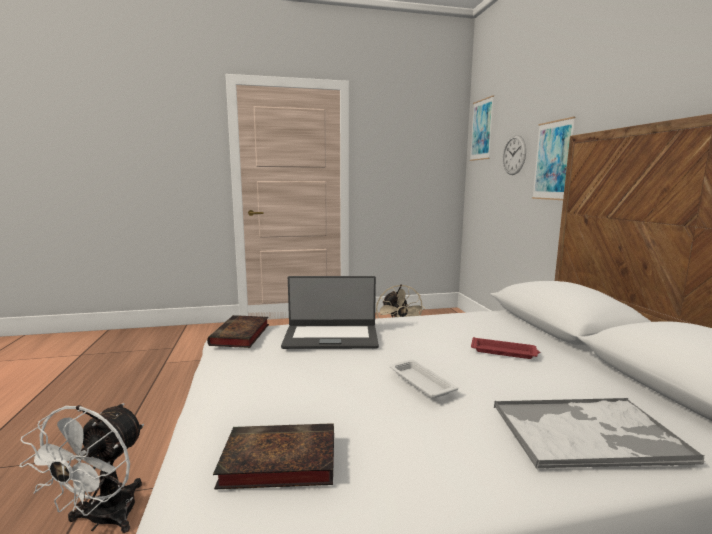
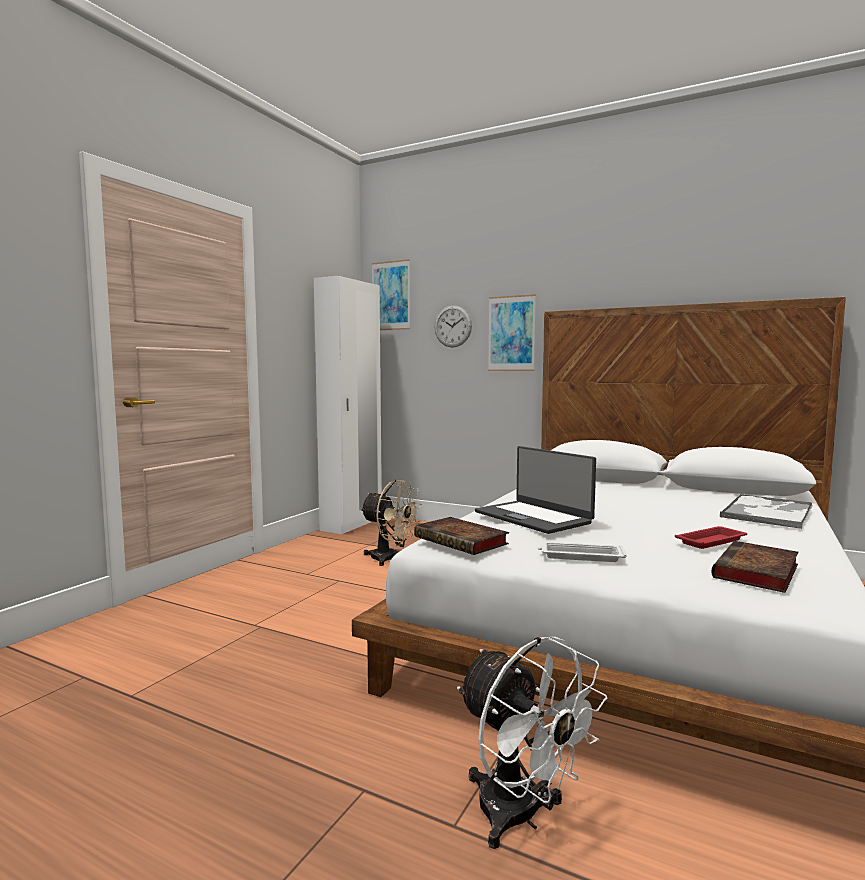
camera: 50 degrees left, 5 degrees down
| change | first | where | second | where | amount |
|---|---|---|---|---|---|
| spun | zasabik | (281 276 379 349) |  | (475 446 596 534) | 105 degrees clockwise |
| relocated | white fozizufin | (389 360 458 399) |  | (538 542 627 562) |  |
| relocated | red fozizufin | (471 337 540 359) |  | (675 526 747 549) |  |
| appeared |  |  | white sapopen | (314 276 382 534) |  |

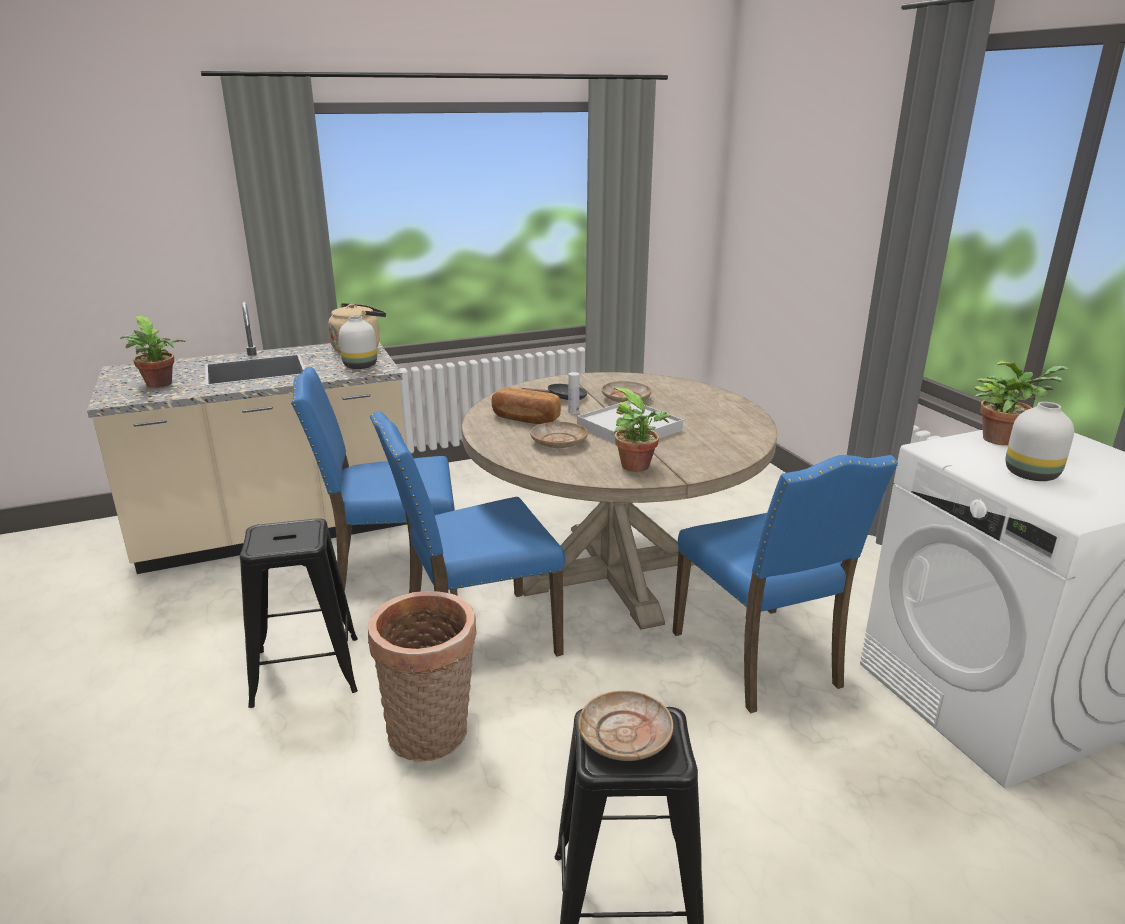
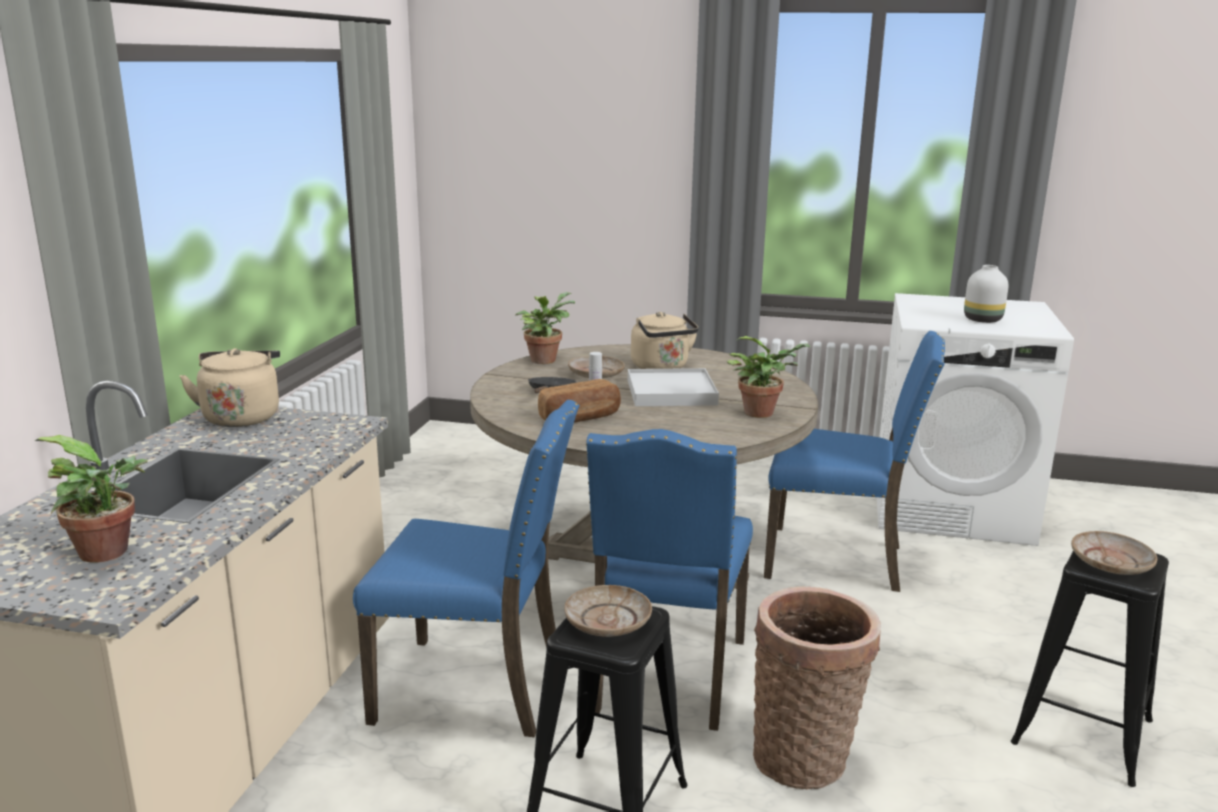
camera: 55 degrees left, 5 degrees down
| change | first | where | second | where | amount |
|---|---|---|---|---|---|
| spun | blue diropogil | (291 367 458 596) |  | (353 400 580 737) | 105 degrees counterclockwise |
| missing | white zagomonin | (339 316 377 369) |  |  |  |
| relocated | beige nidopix | (530 422 588 448) |  | (564 585 652 637) |  |
| relocated | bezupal | (974 360 1070 445) |  | (515 292 575 364) |  |
| appeared |  |  | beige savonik | (631 312 698 369) |  |

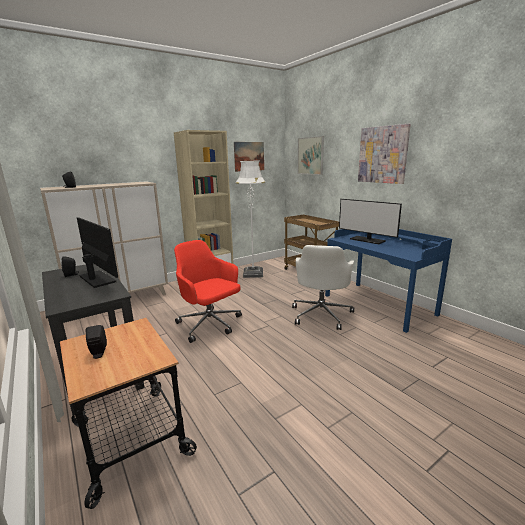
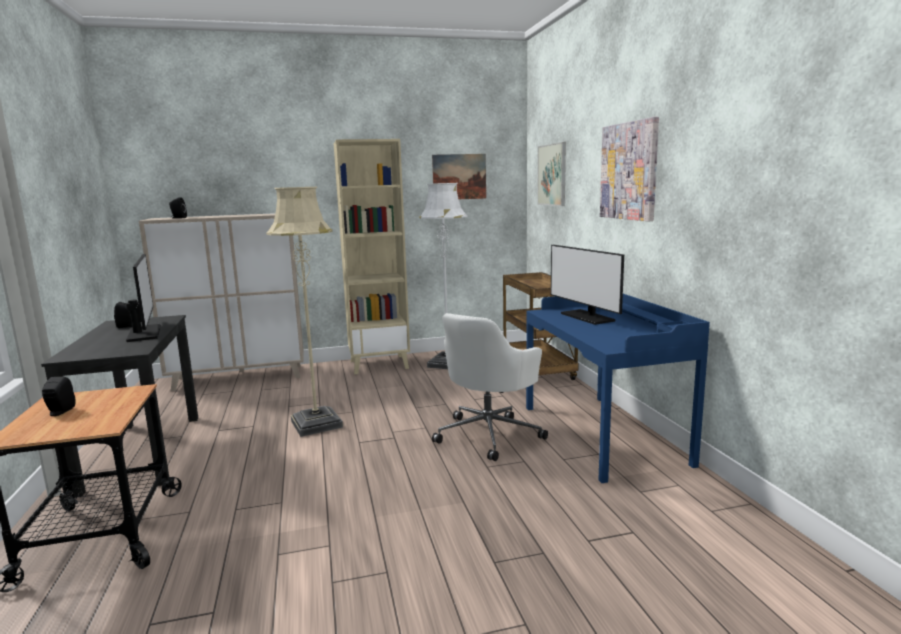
camera: 20 degrees right, 5 degrees down
| change | first | where | second | where | amount |
|---|---|---|---|---|---|
| exchanged | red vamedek | (174 240 242 343) | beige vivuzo | (266 187 343 437) |  |

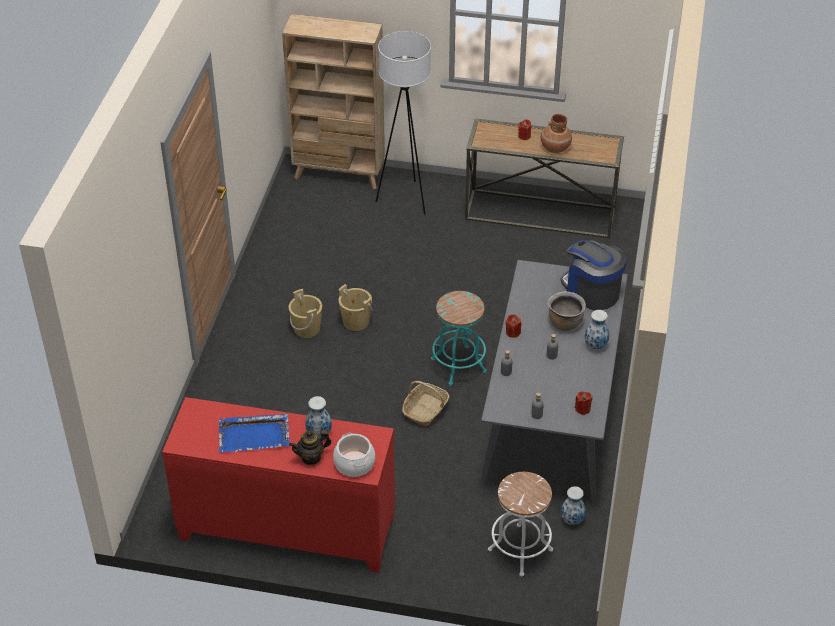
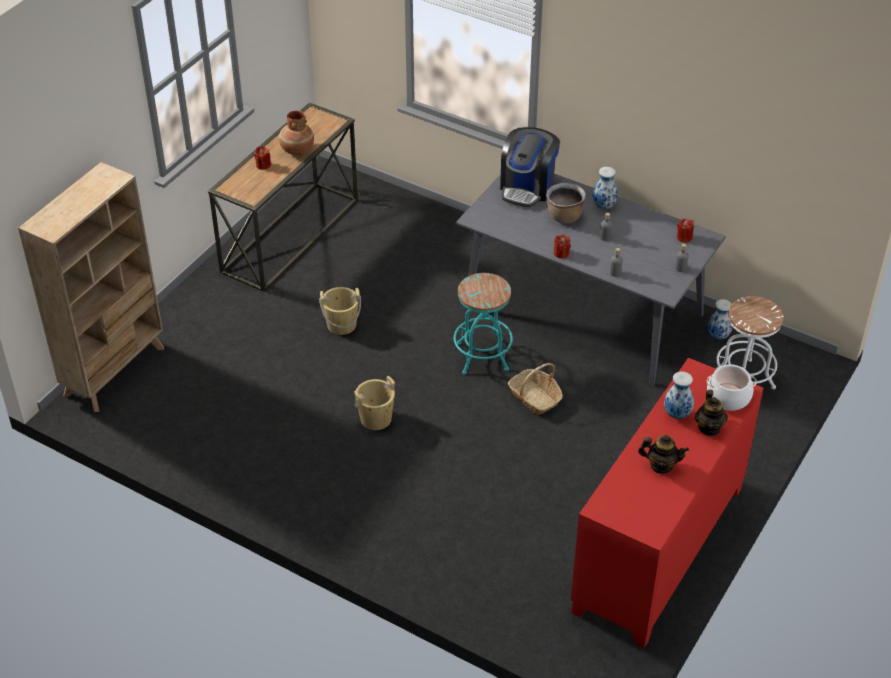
camera: 70 degrees left, 0 degrees up
| change | first | where | second | where | amount |
|---|---|---|---|---|---|
| exchanged | blue fozizufin | (219 414 290 453) | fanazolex | (638 435 689 474) |  |
| relocated | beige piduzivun | (289 289 322 338) |  | (319 287 361 335) |  |
| missing | white vivuzo | (375 31 431 215) |  |  |  |
| spun | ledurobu | (560 240 627 310) |  | (500 127 560 207) | 45 degrees counterclockwise |

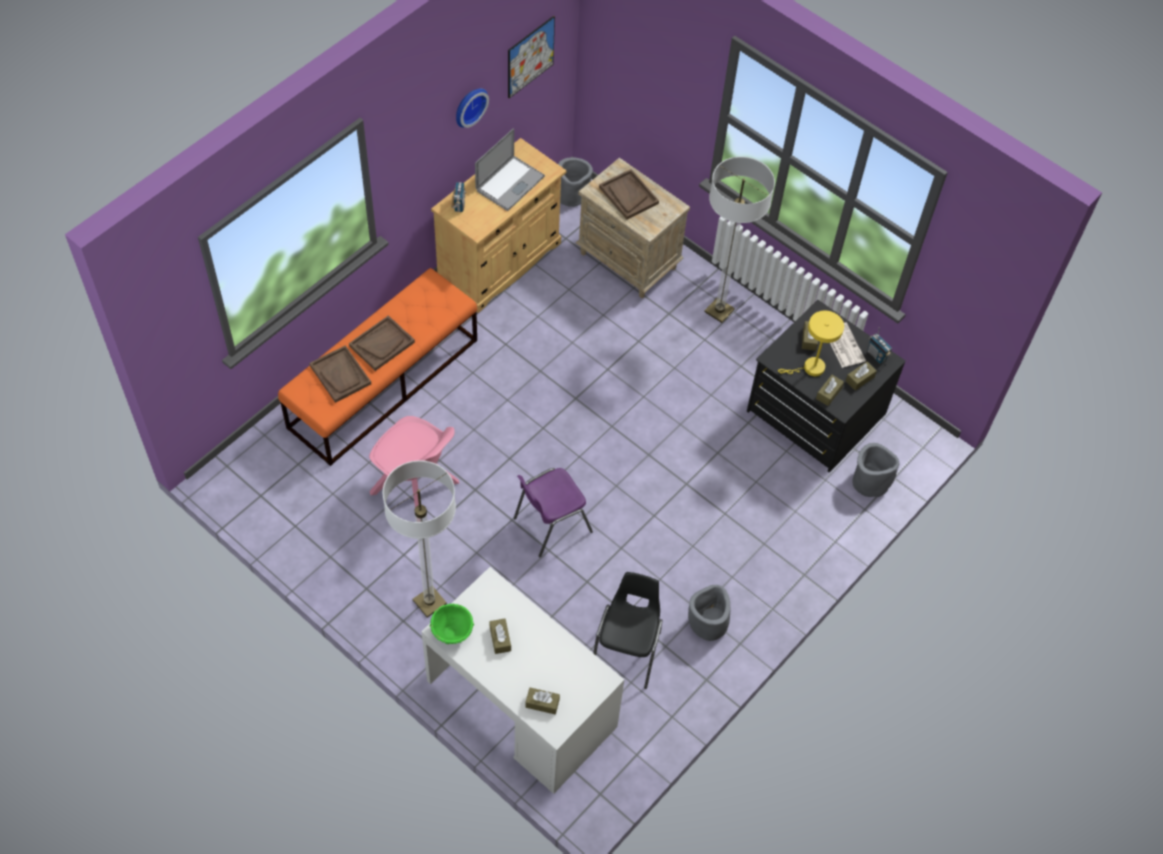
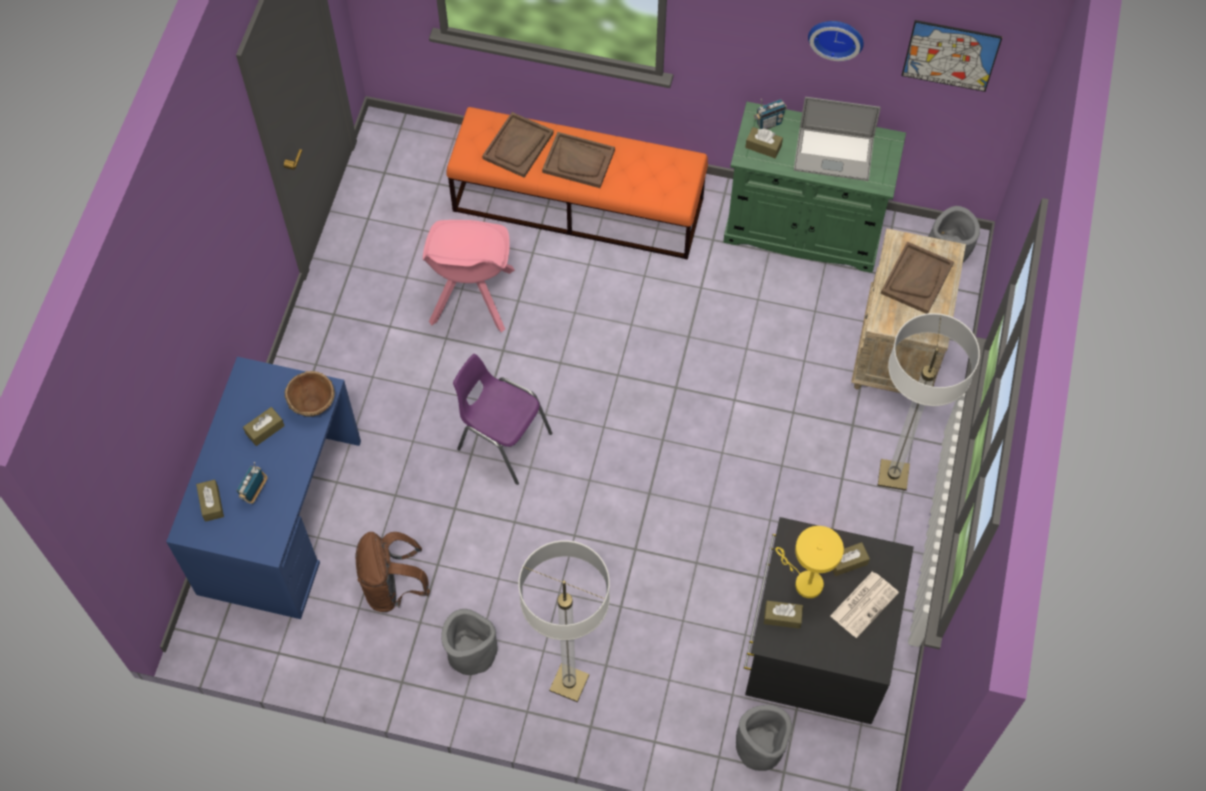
camera: 65 degrees right, 5 degrees up
| change | first | where | second | where | amount |
|---|---|---|---|---|---|
| relocated | vivuzo | (382 460 456 617) |  | (518 540 610 702) |  |
| colour | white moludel | (421 567 624 794) | blue moludel | (166 357 361 619) |  |
| missing | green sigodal | (430 604 475 644) |  |  |  |
| colour | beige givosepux | (431 138 567 313) | green givosepux | (723 102 906 273) |  |
| exchanged | black diropogil | (593 572 663 689) | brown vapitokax | (355 532 430 612) |  |
| relocated | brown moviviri | (846 362 877 390) |  | (745 127 783 158) |  |
| relocated | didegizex | (868 327 892 363) |  | (237 462 267 504) |  |
| appeared |  |  | brown sigodal | (284 371 335 417) |  |

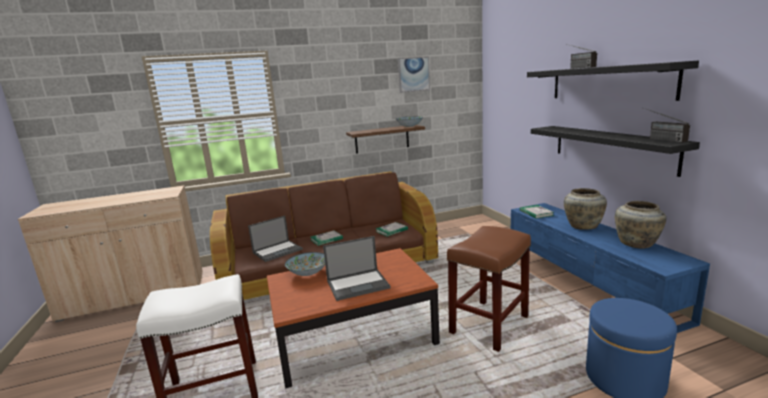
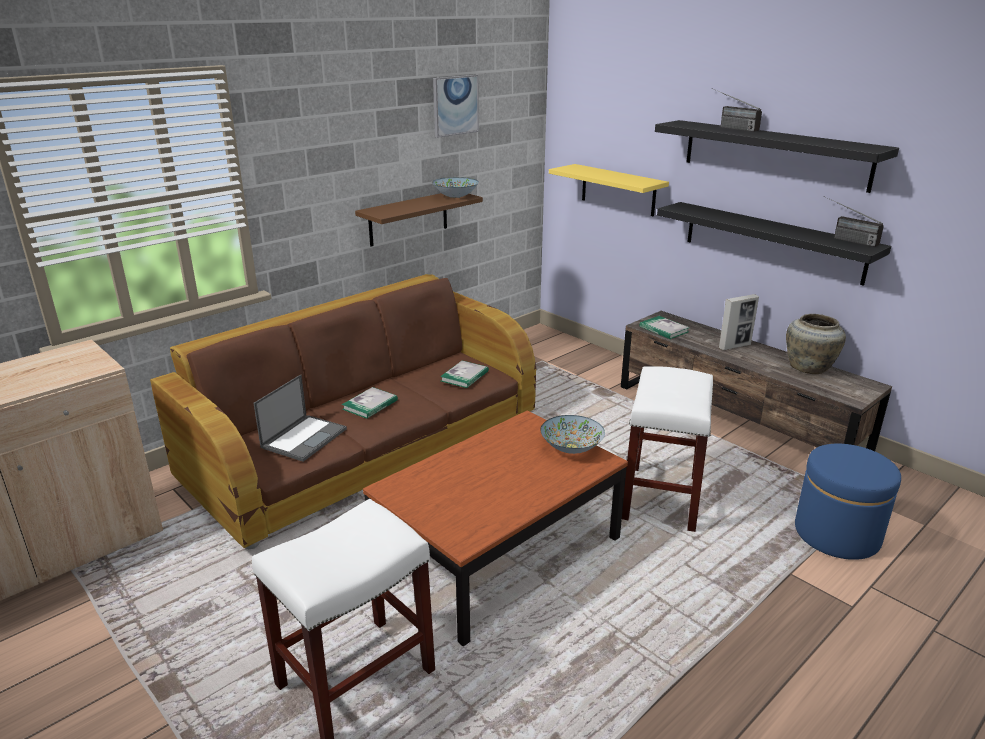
camera: 25 degrees left, 10 degrees up
| change | first | where | second | where | amount |
|---|---|---|---|---|---|
| relocated | sigodal | (285 252 325 276) |  | (540 415 605 454) |  |
| missing | zasabik | (323 236 391 301) |  |  |  |
| colour | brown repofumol | (447 226 531 352) | white repofumol | (622 366 713 532) |  |
| colour | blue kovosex | (511 203 710 333) | brown kovosex | (621 311 892 451) |  |
| exchanged | beige zagomonin | (564 188 607 229) | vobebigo | (719 294 759 351) |  |
| appeared |  |  | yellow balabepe | (549 164 669 216) |  |

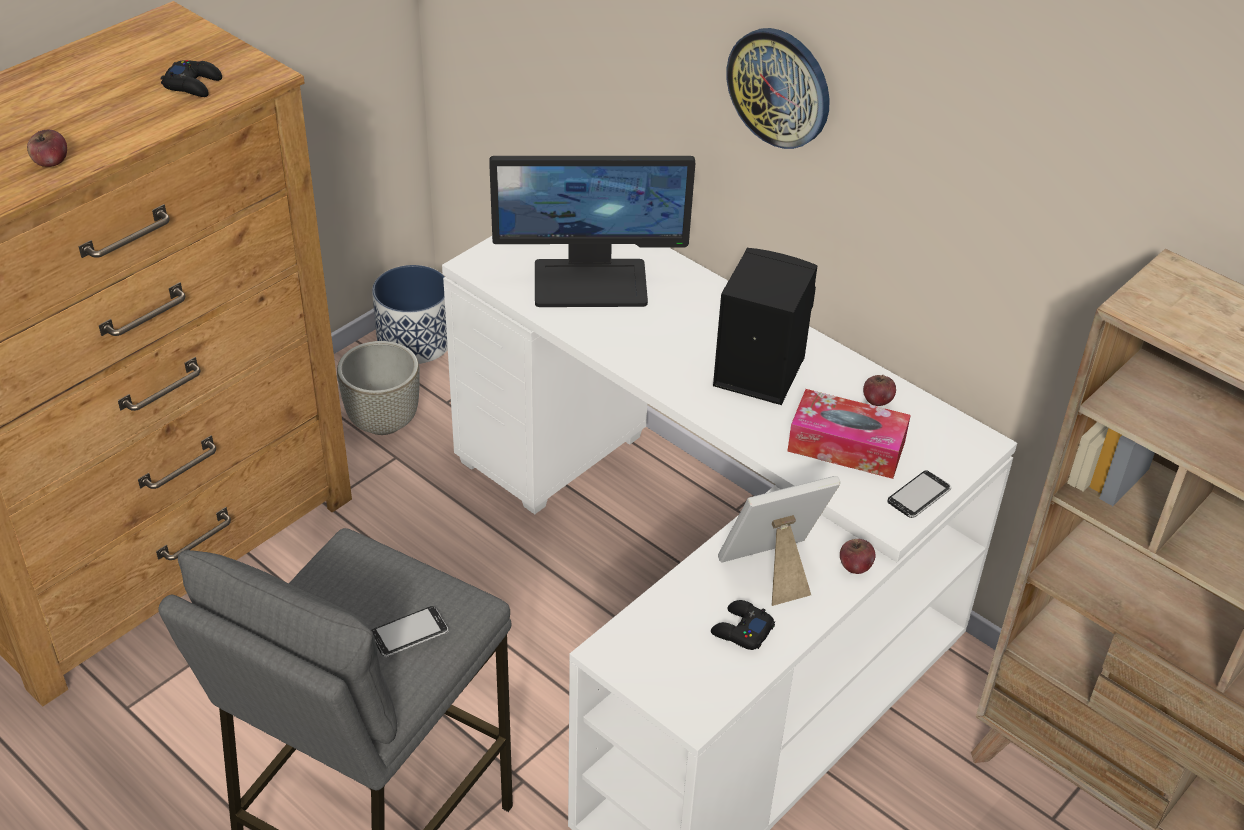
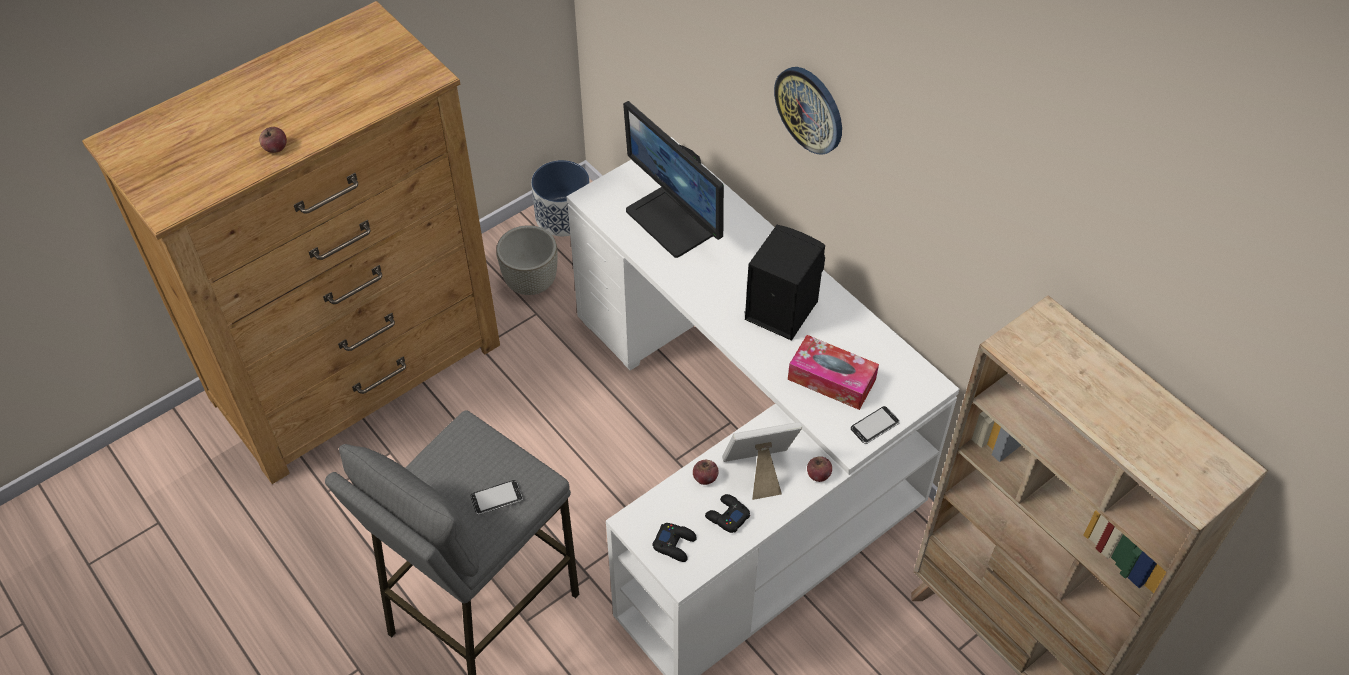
camera: 10 degrees right, 10 degrees up
| change | first | where | second | where | amount |
|---|---|---|---|---|---|
| relocated | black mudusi | (160 60 222 97) |  | (652 523 697 562) |  |
| spun | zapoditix | (489 156 695 307) |  | (623 101 724 258) | 45 degrees clockwise |
| relocated | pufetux | (863 375 896 406) |  | (693 460 719 485) |  |

